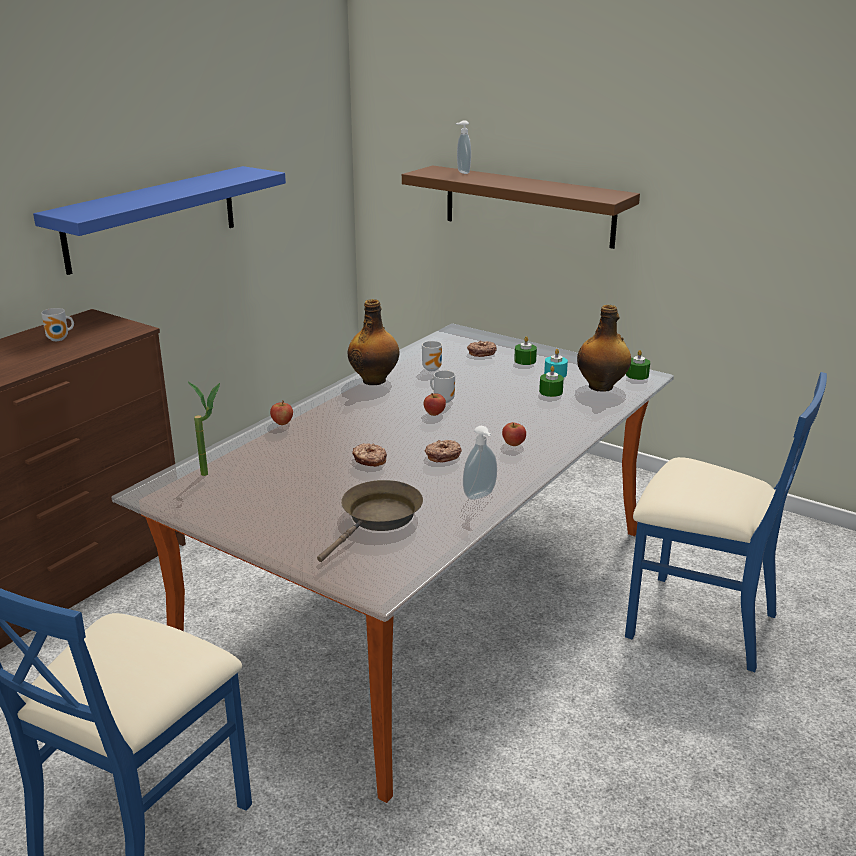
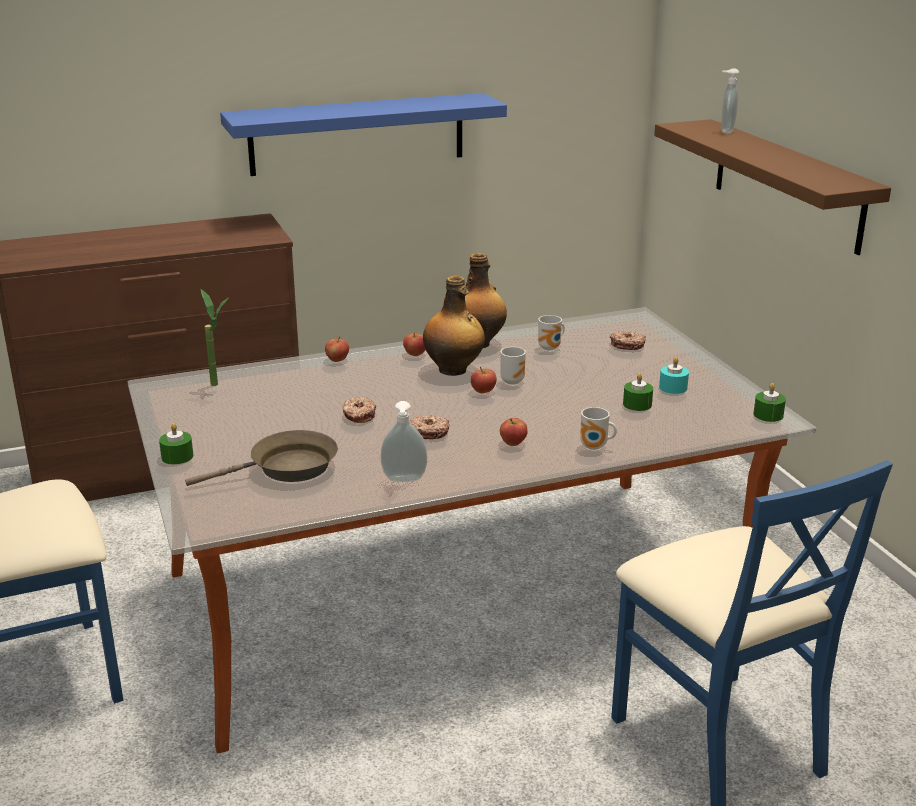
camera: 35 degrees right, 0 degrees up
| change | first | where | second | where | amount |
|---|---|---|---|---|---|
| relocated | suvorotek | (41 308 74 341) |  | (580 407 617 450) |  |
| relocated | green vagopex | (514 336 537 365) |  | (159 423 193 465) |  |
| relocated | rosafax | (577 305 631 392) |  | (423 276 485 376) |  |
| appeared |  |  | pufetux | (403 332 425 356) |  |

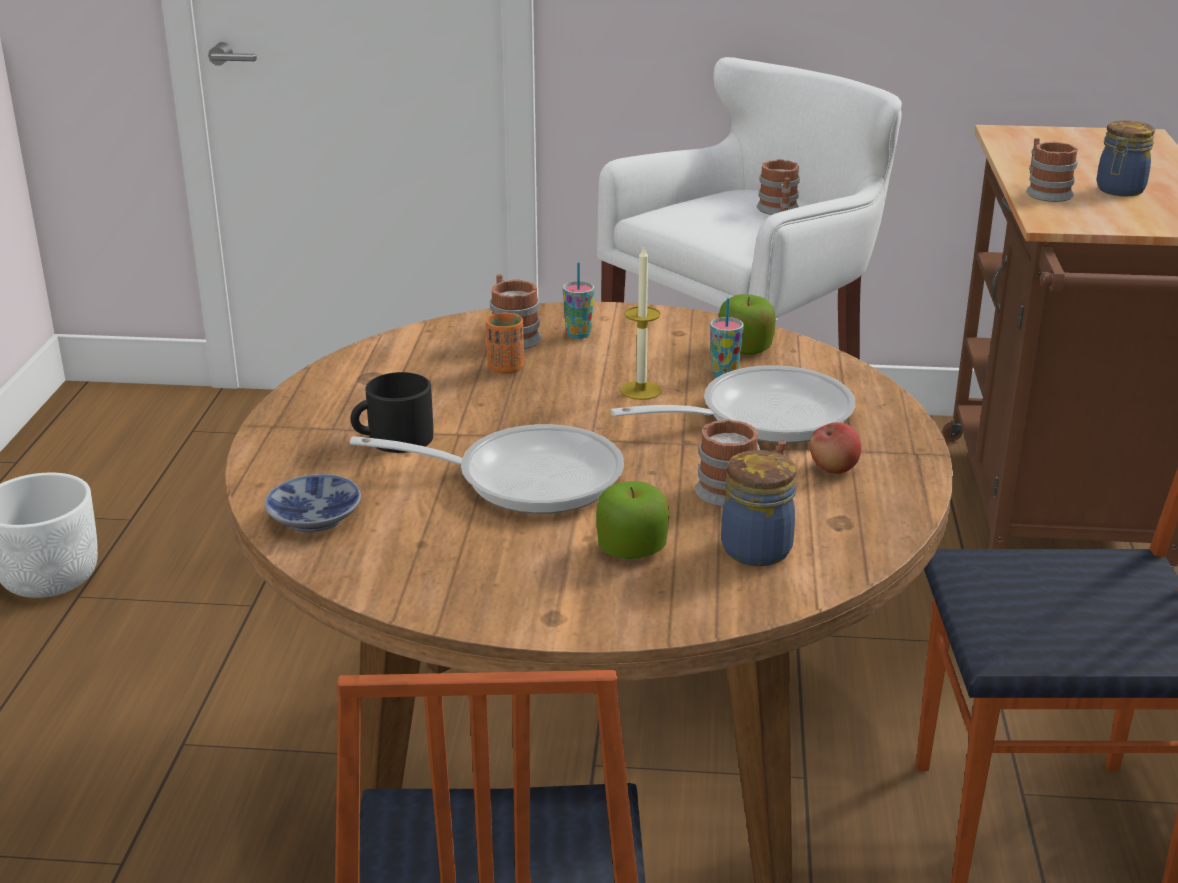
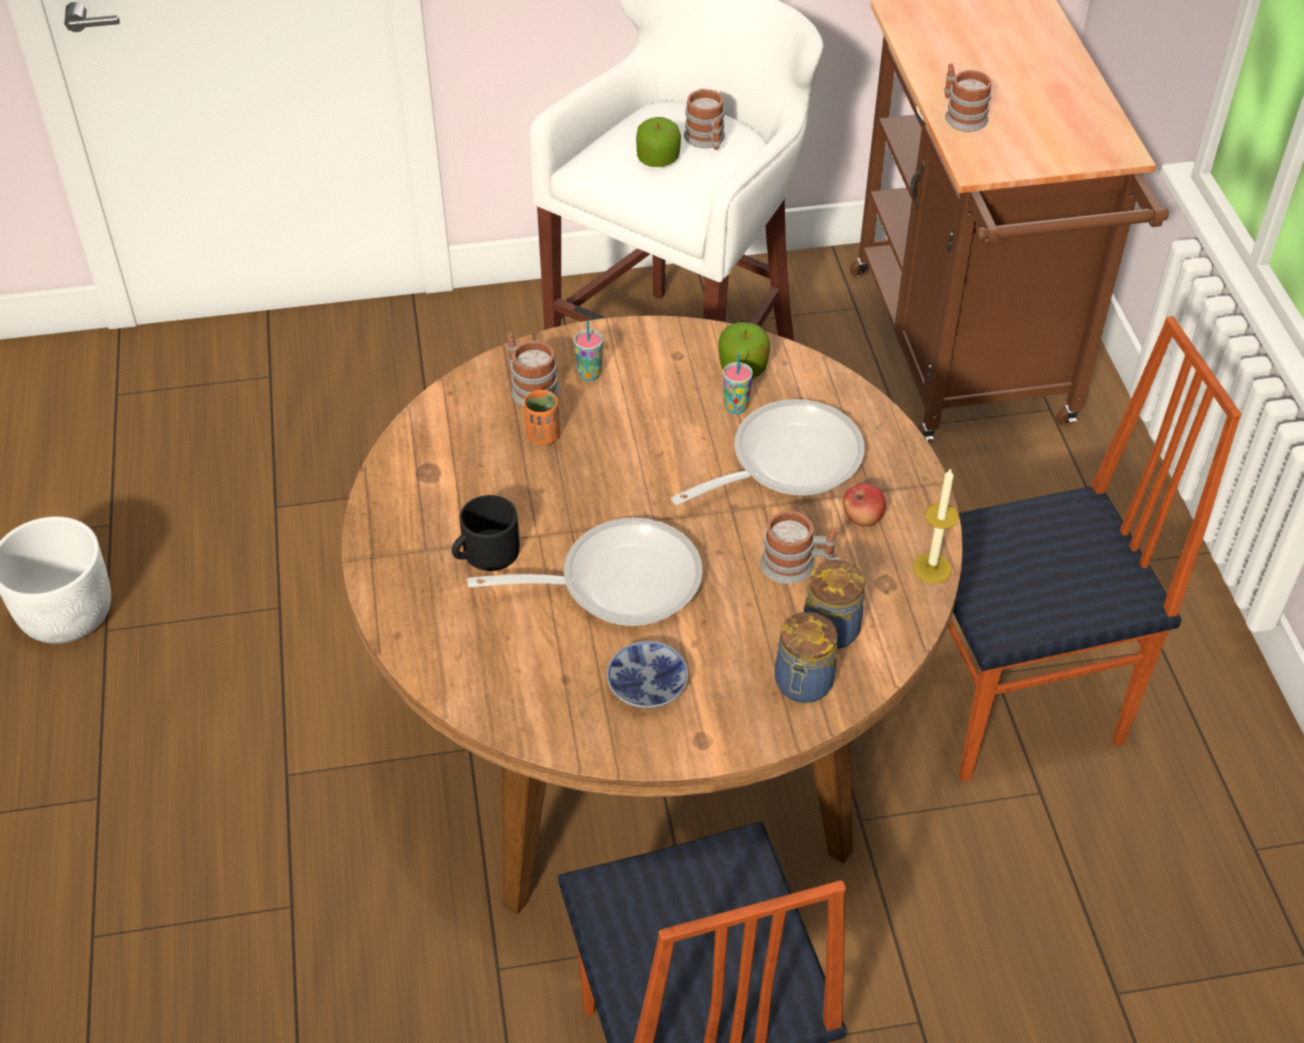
camera: 15 degrees left, 20 degrees up
| change | first | where | second | where | amount |
|---|---|---|---|---|---|
| relocated | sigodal | (264 474 361 532) |  | (607 641 688 708) |  |
| relocated | pufetux | (597 481 669 559) |  | (636 117 681 167) |  |
| relocated | vagopex | (621 247 662 400) |  | (913 468 959 583) |  |
| relocated | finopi | (1097 120 1155 196) |  | (775 612 838 703) |  |

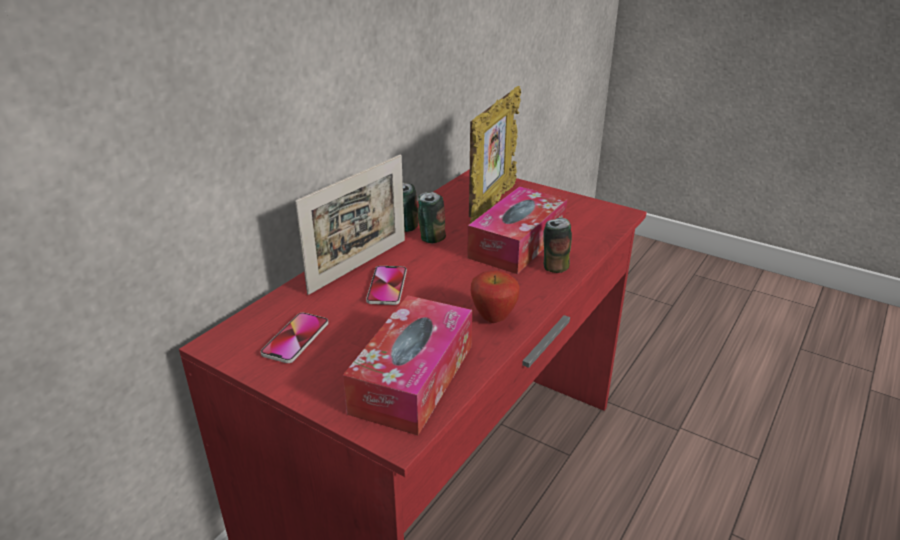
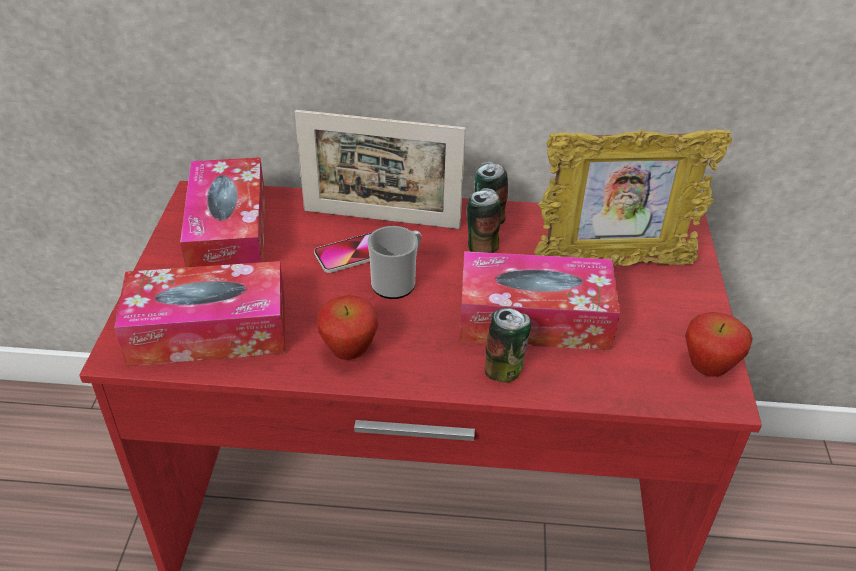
camera: 60 degrees right, 10 degrees up
| change | first | where | second | where | amount |
|---|---|---|---|---|---|
| exchanged | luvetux | (261 313 328 363) | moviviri | (180 157 265 267) |  |
| appeared |  |  | suvorotek | (368 226 421 299) |  |
| appeared |  |  | pufetux | (685 312 753 377) |  |

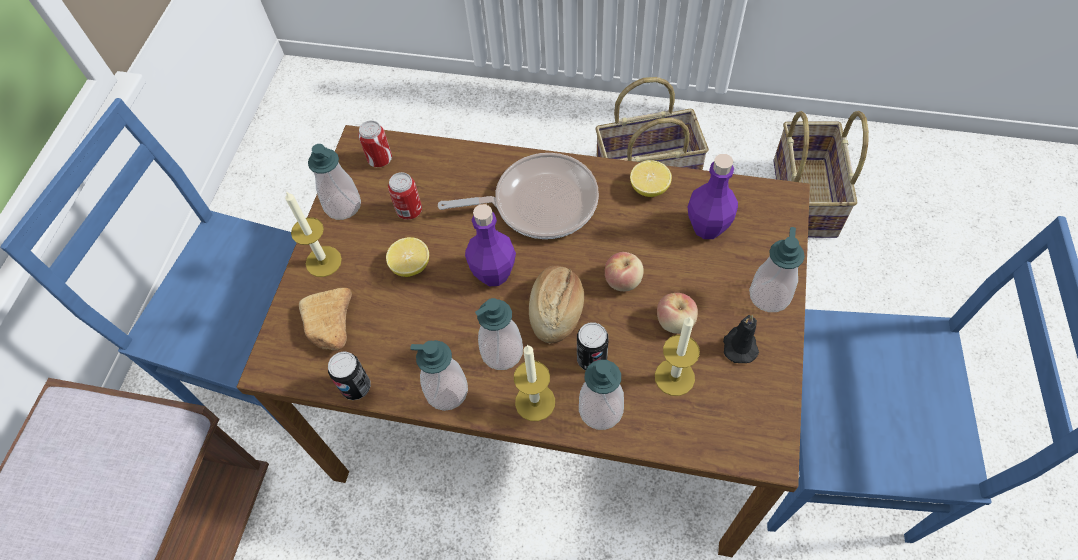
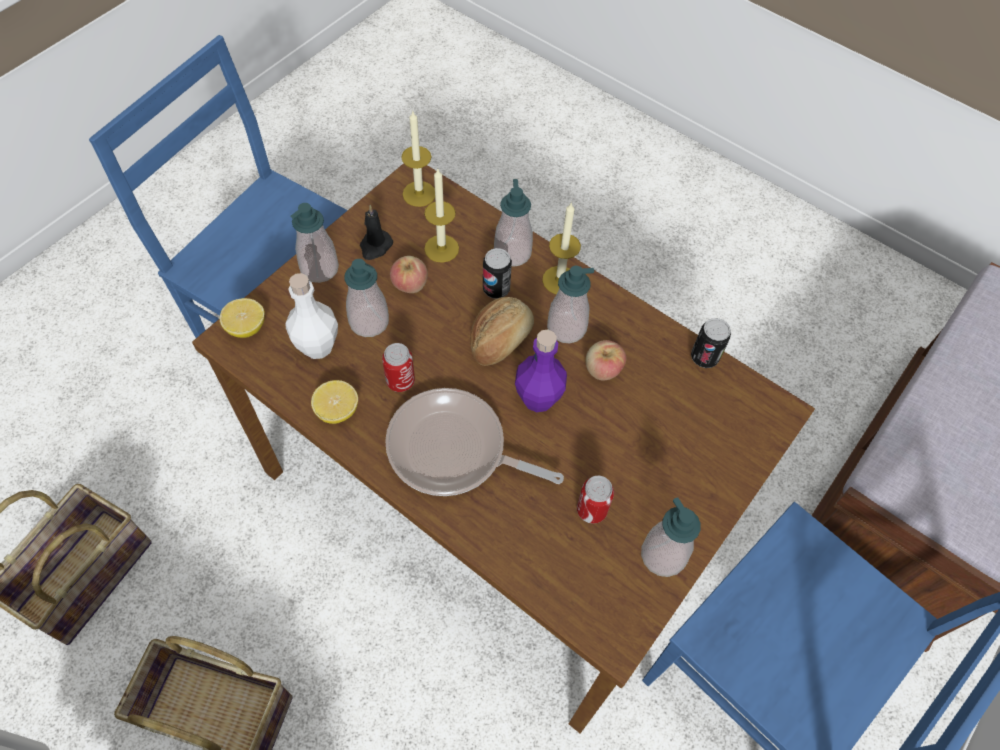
camera: 160 degrees left, 0 degrees up
| change | first | where | second | where | amount |
|---|---|---|---|---|---|
| relocated | vagopex | (285 191 342 277) |  | (401 111 435 207) |  |
| missing | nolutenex | (299 288 352 351) |  |  |  |
| relocated | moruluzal | (358 120 392 167) |  | (382 343 415 392) |  |
| relocated | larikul | (386 237 429 277) |  | (220 298 265 338) |  |
| relocated | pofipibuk | (411 340 468 411) |  | (344 259 389 337) |  |
| relocated | pufetux | (605 252 644 291) |  | (586 340 626 380) |  |
| colour | purple rosafax | (688 154 738 239) | white rosafax | (286 273 338 359) |  |

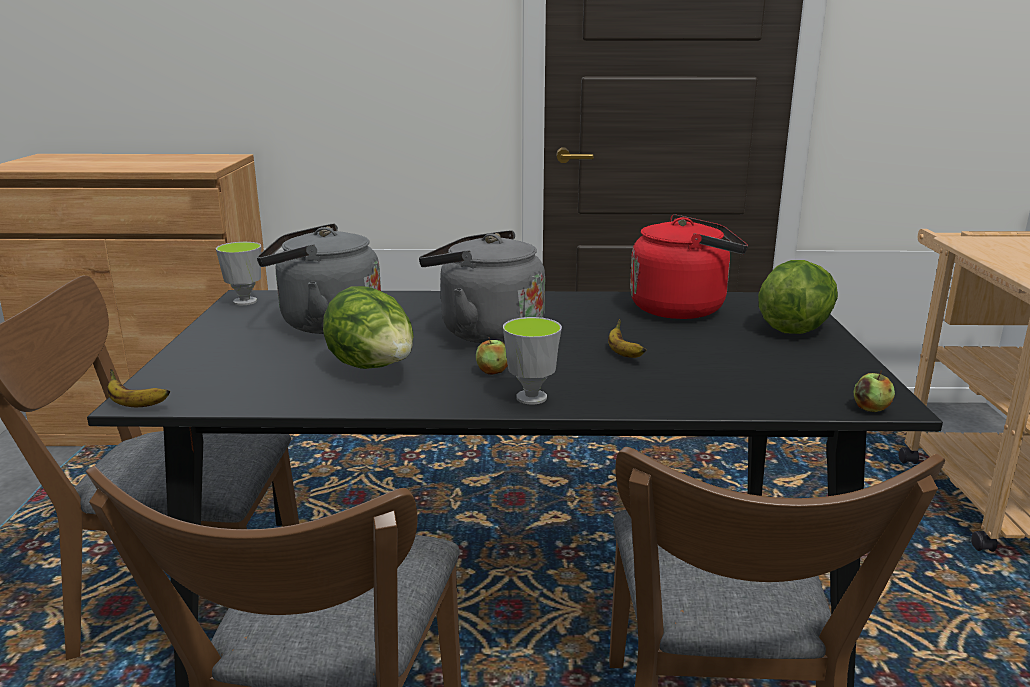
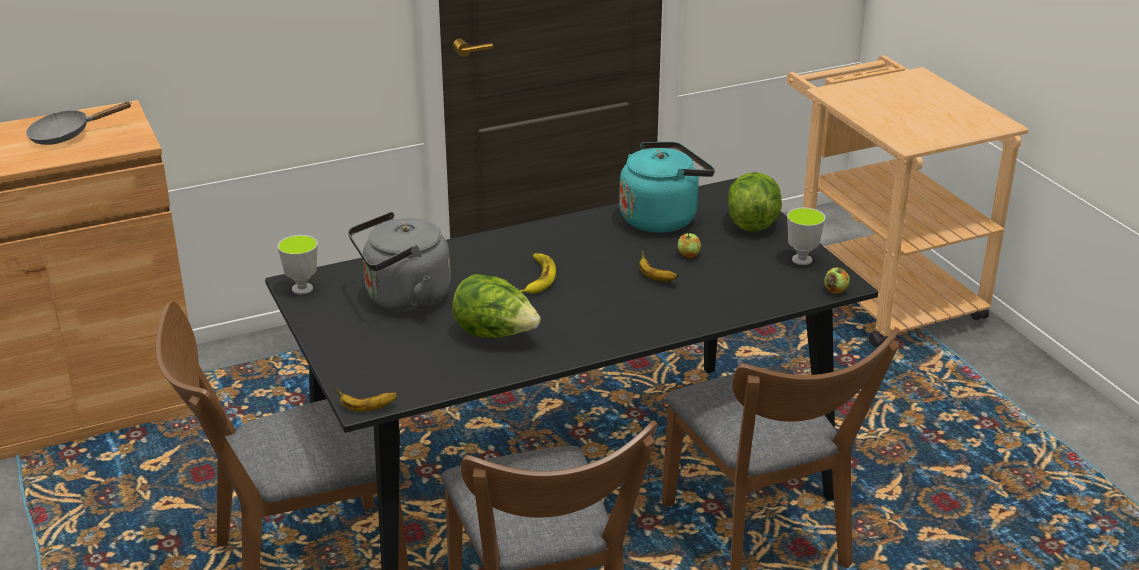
camera: 25 degrees left, 10 degrees up
| change | first | where | second | where | amount |
|---|---|---|---|---|---|
| exchanged | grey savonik | (419 230 545 343) | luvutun | (520 253 556 294) |  |
| relocated | pufetux | (476 337 508 375) |  | (677 233 701 258) |  |
| relocated | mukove | (503 317 562 404) |  | (787 207 826 265) |  |
| colour | red savonik | (630 214 748 319) | turquoise savonik | (619 142 715 233) |  |
| appeared |  |  | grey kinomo | (26 102 132 145) |  |

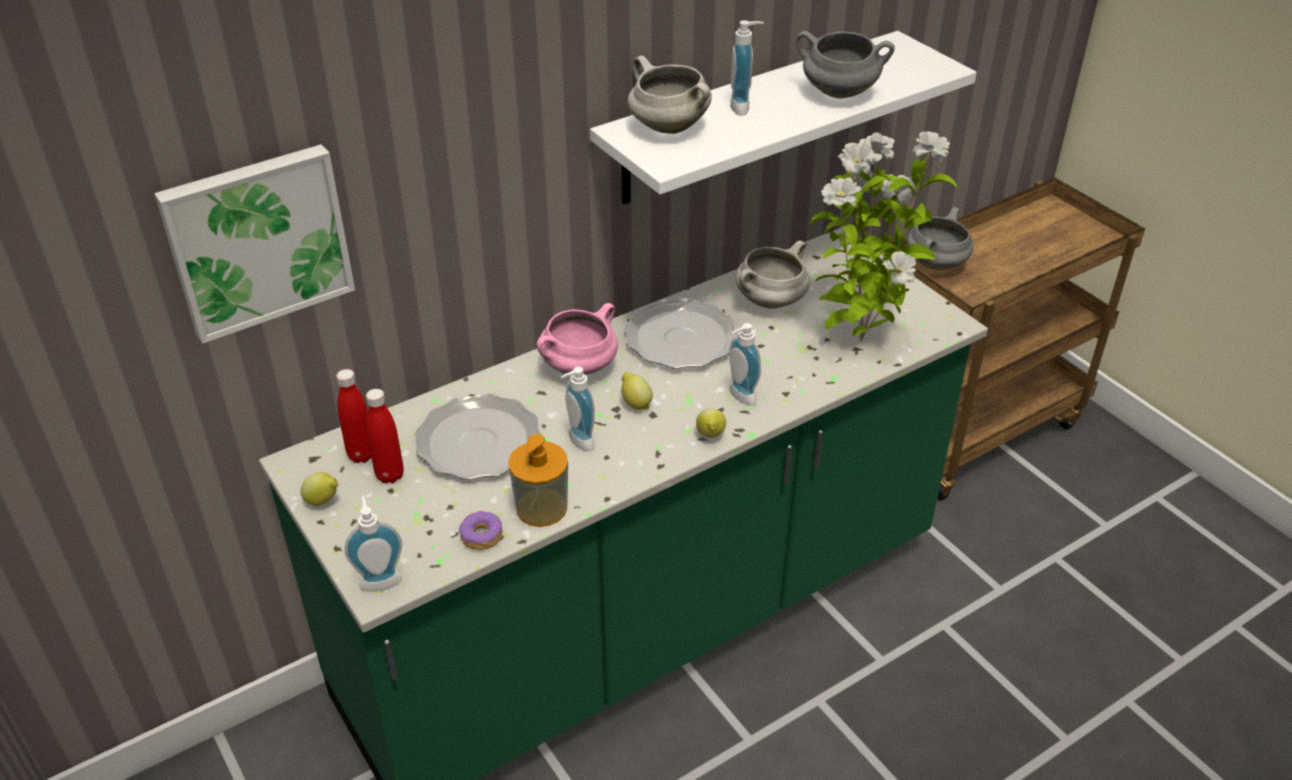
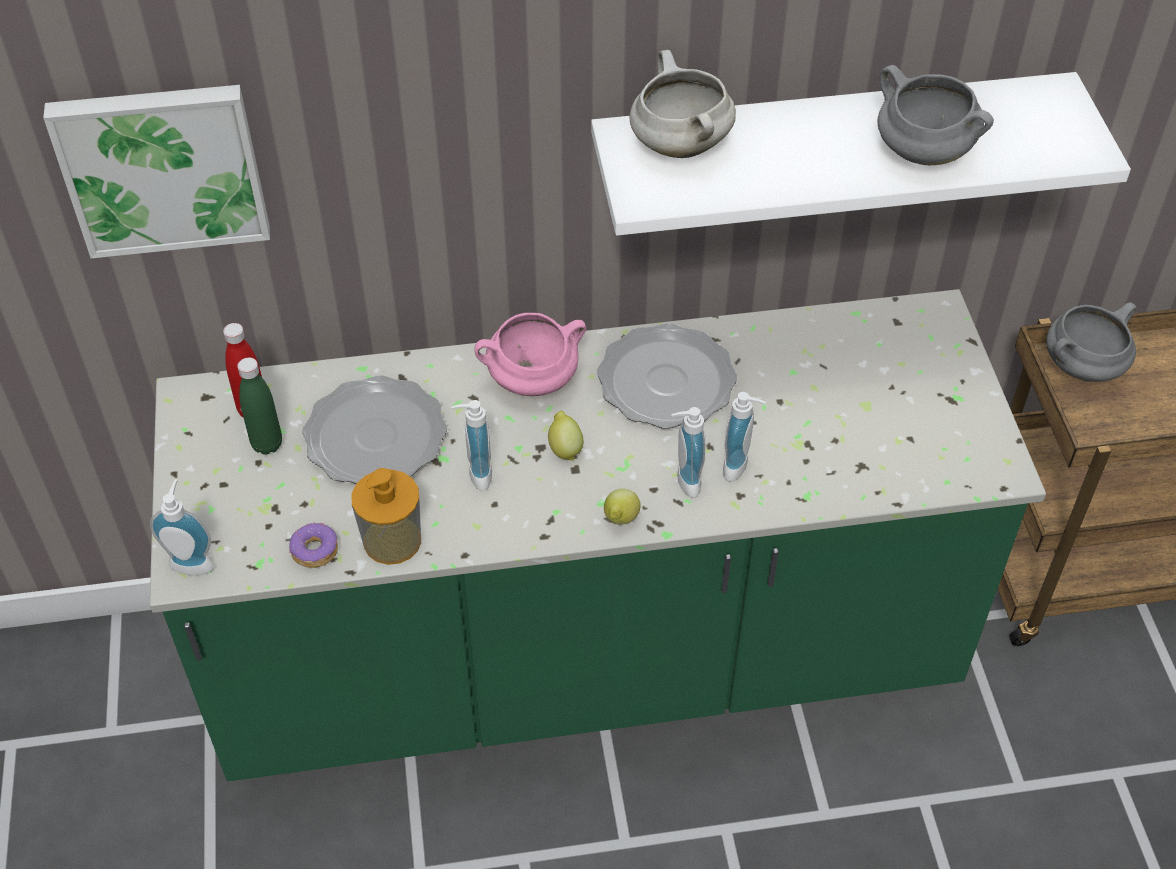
camera: 25 degrees right, 10 degrees up
| change | first | where | second | where | amount |
|---|---|---|---|---|---|
| missing | larikul | (301 472 338 506) |  |  |  |
| colour | red rosafax | (366 389 404 483) | green rosafax | (237 358 282 455) |  |
| relocated | pofipibuk | (730 20 764 116) |  | (723 392 766 482) |  |
| missing | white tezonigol | (736 241 810 309) |  |  |  |
| missing | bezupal | (809 132 957 342) |  |  |  |

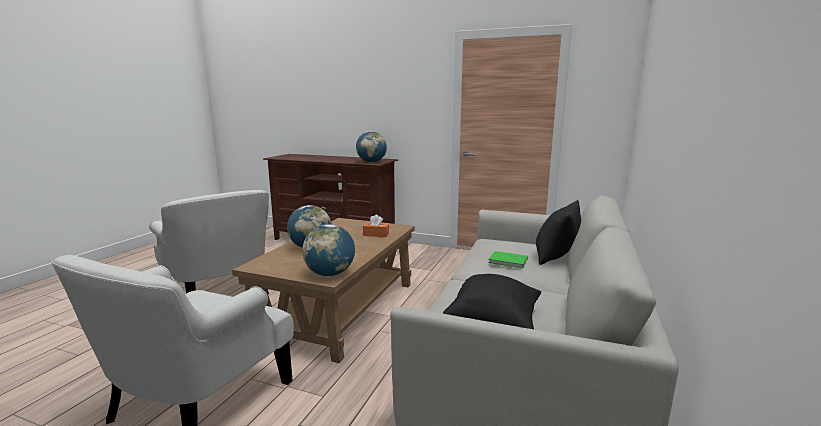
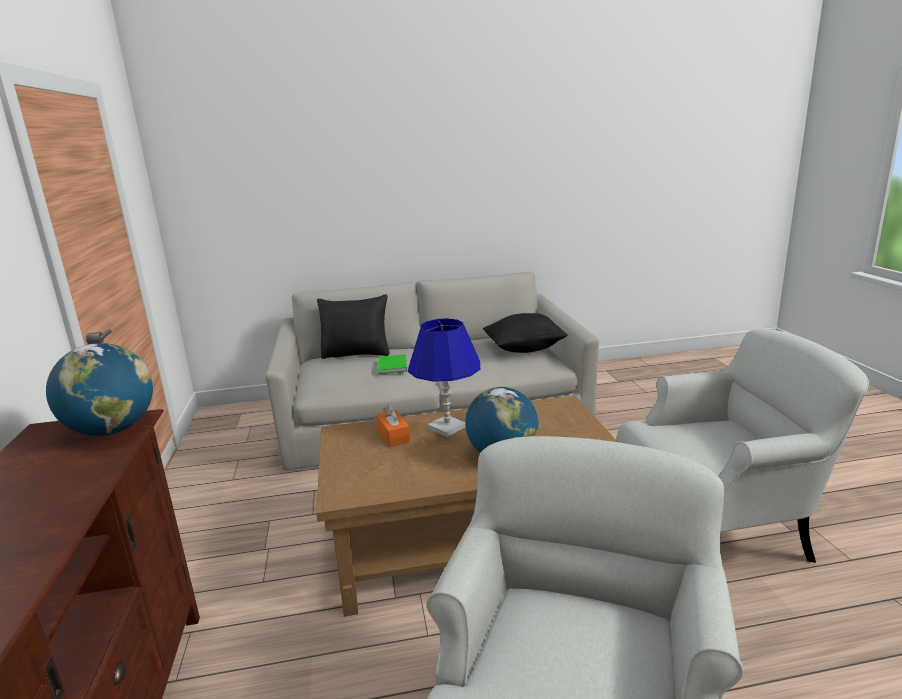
camera: 120 degrees left, 5 degrees up
| change | first | where | second | where | amount |
|---|---|---|---|---|---|
| missing | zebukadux | (302 224 355 276) |  |  |  |
| appeared |  |  | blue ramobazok | (408 318 480 437) |  |

